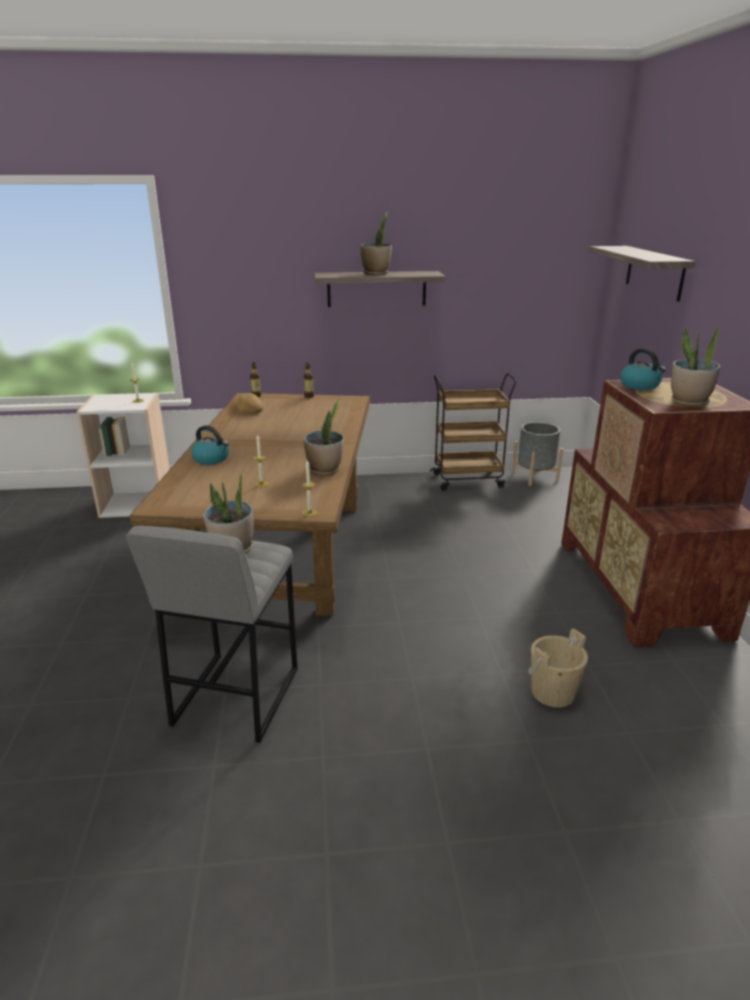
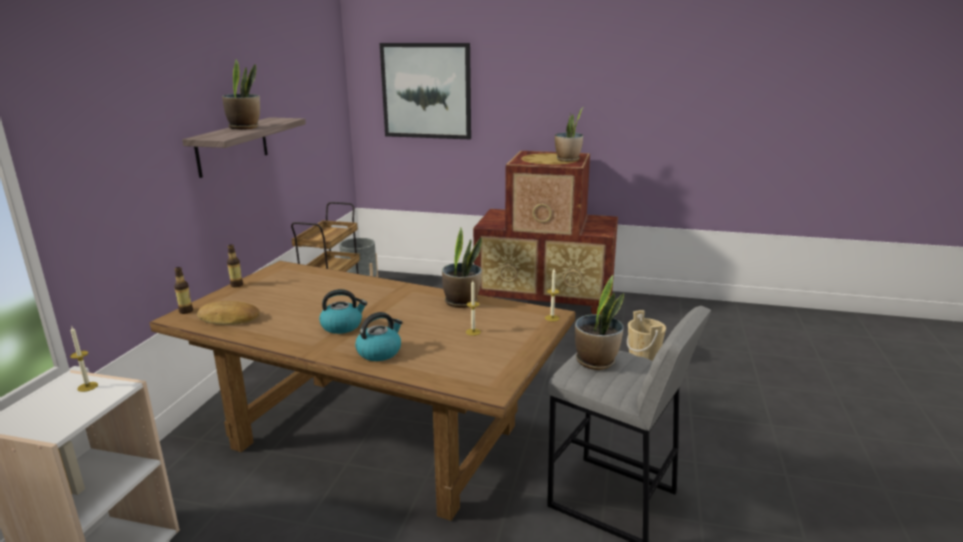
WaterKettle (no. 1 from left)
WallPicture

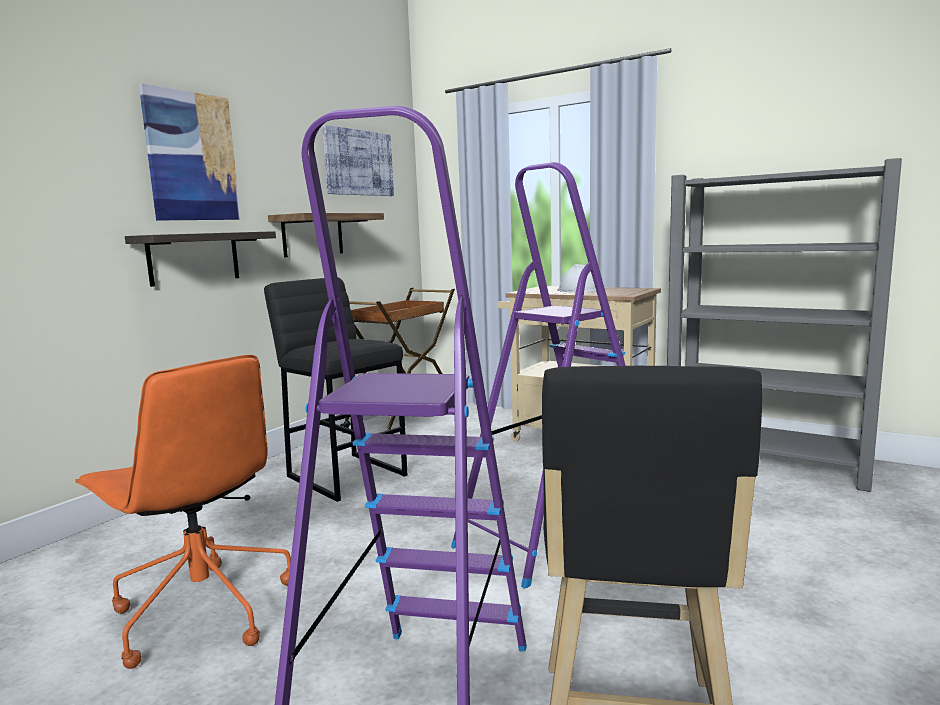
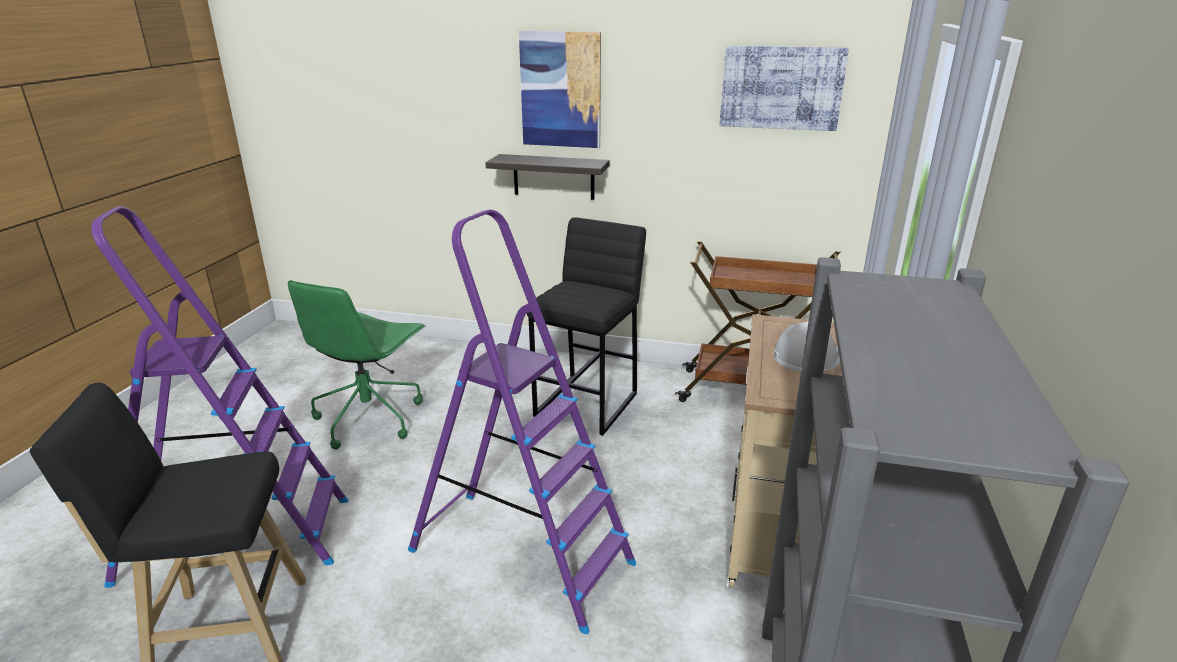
GreenComputerChair
Shelf (no. 2 from left in the first image)

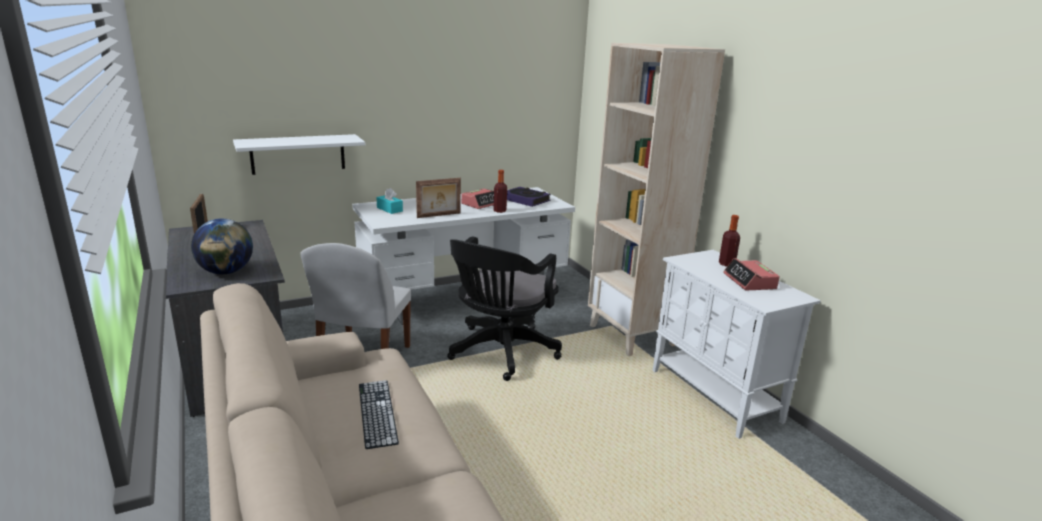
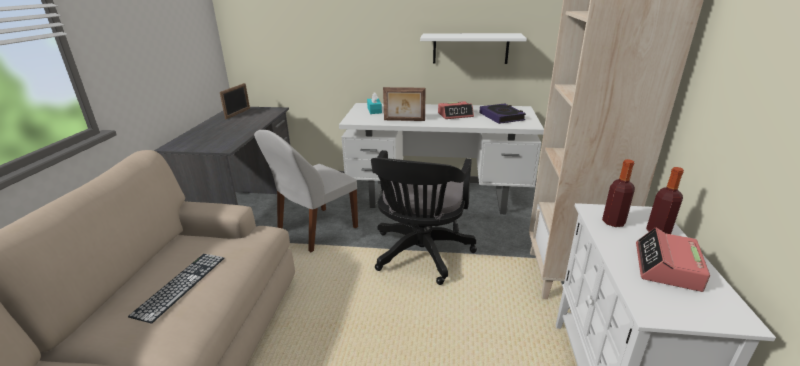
BlackColouredComputerChair
WhiteShelf
Bottle (no. 1 from left)
Globe

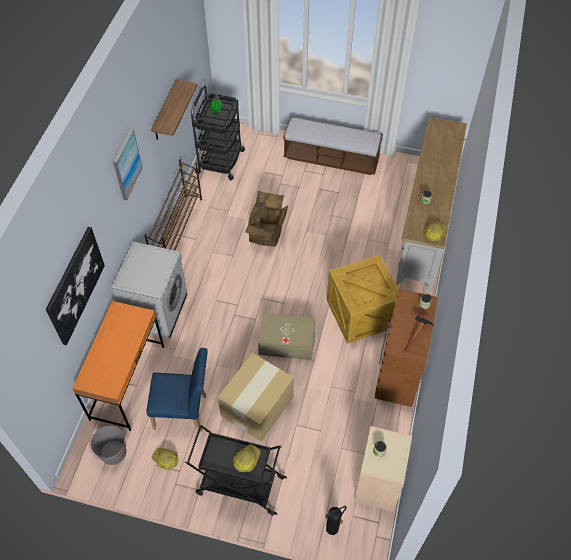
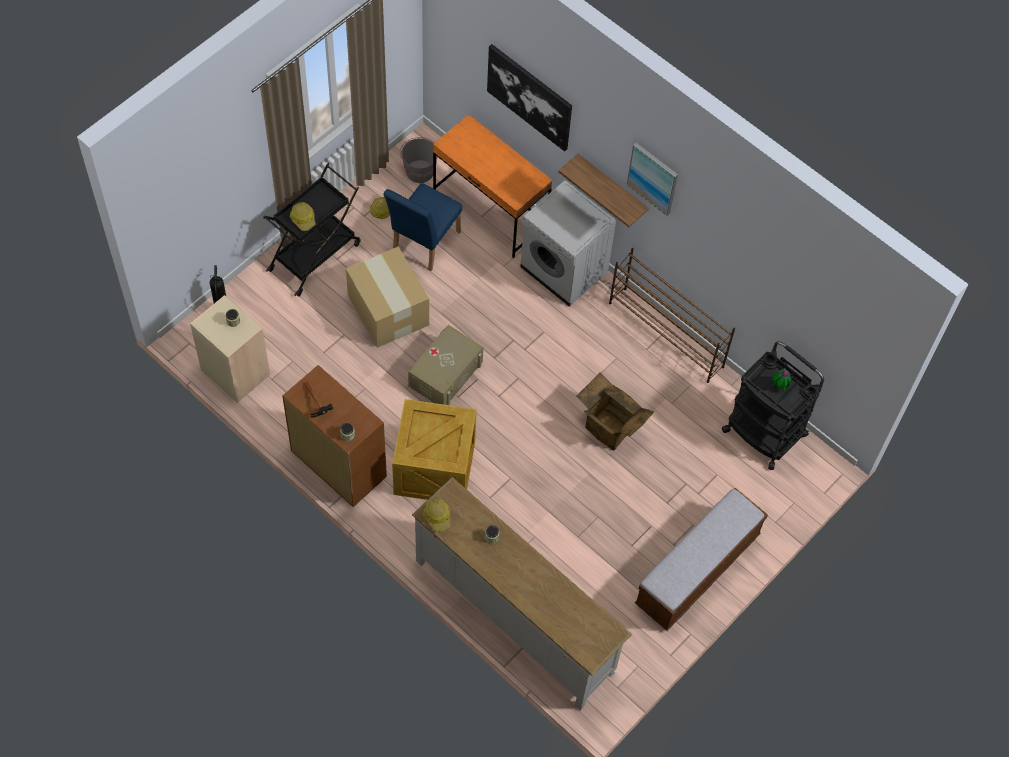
Shelf

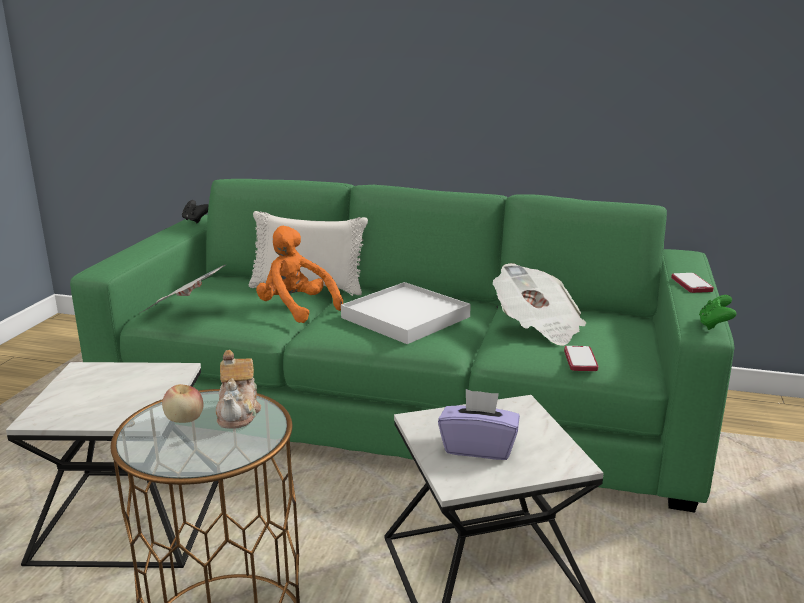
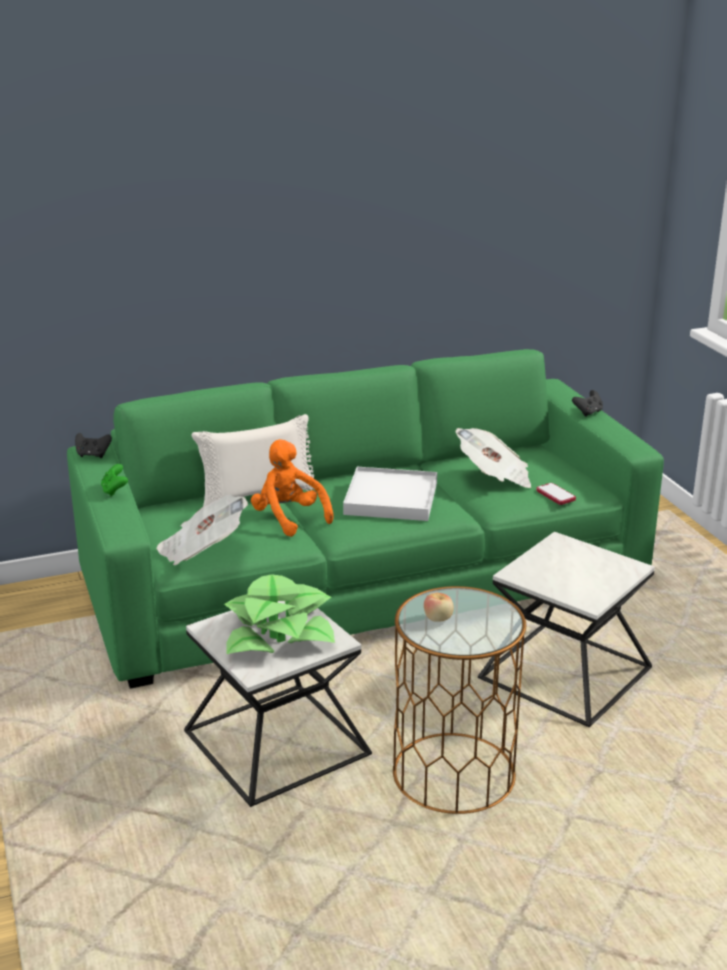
GreenJoypad
PlantInAPot
OrangeyPlushToy
BlackColouredJoypad (no. 2 from left)
TeaPot
PurpleColouredBoxOfTissues

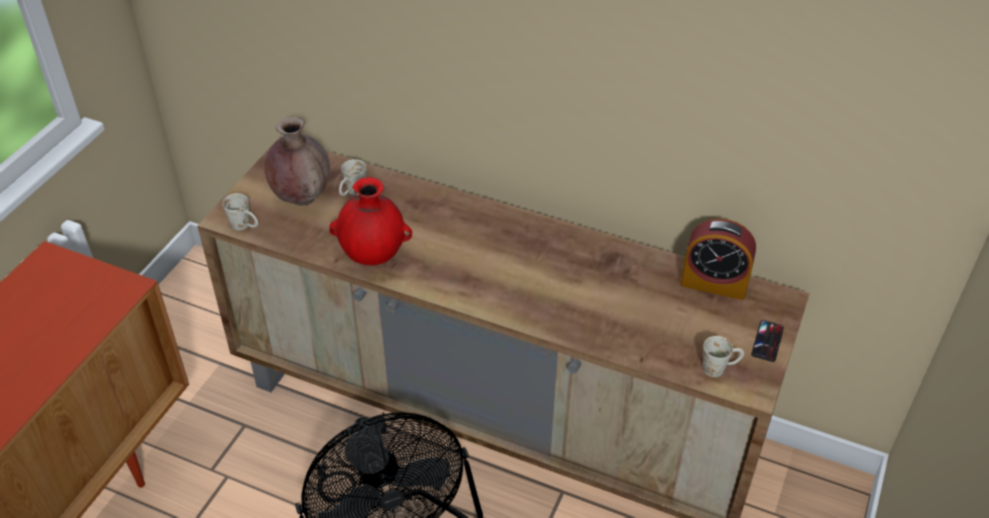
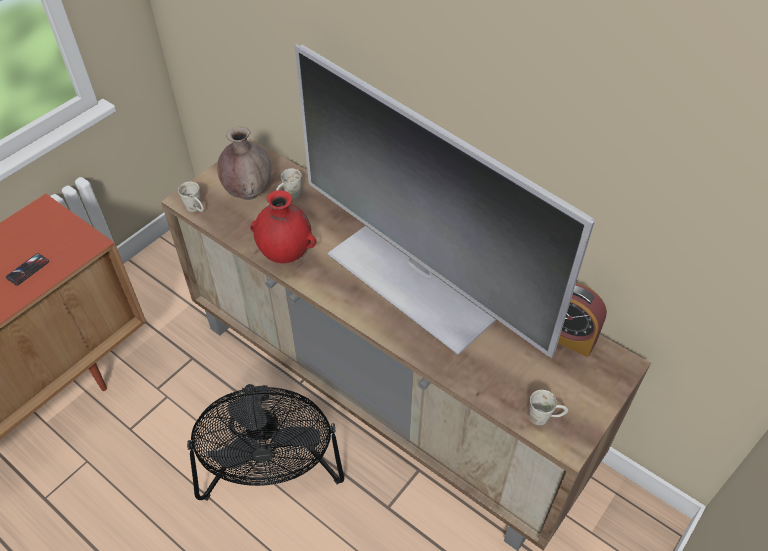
Handset
Television

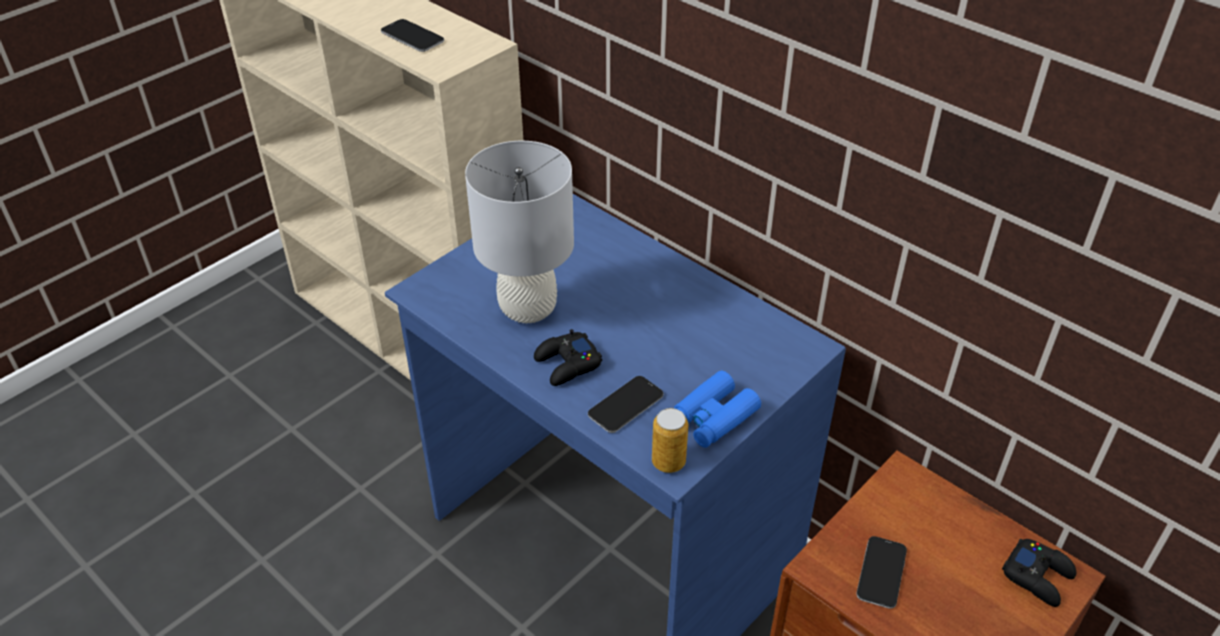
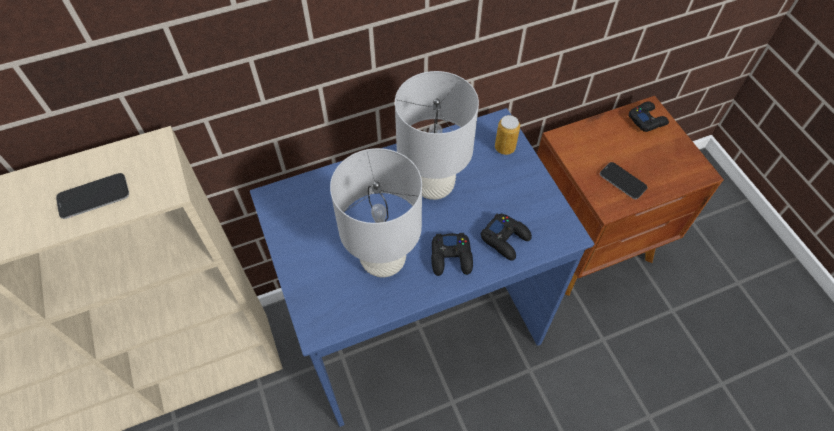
GrayTableLamp (no. 2 from left)
BlackColouredJoypad (no. 2 from left)
Can
BluePairOfBinoculars

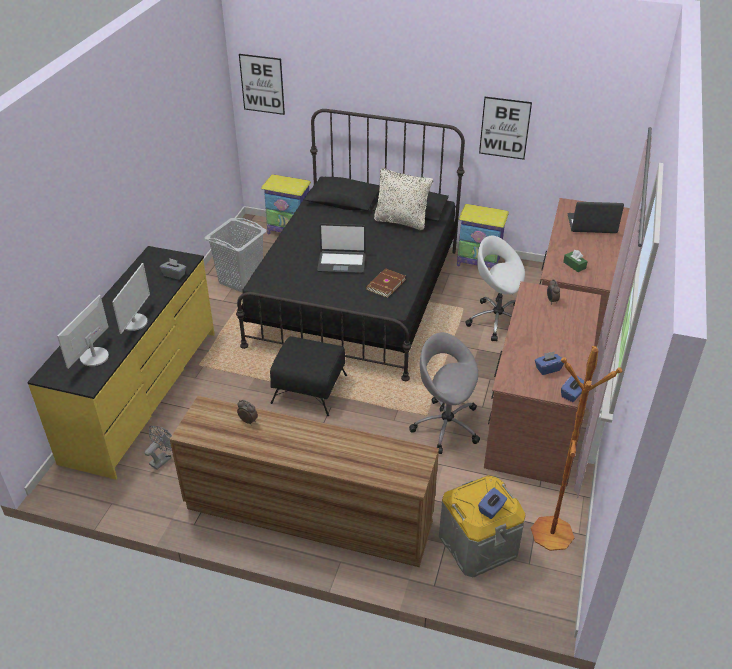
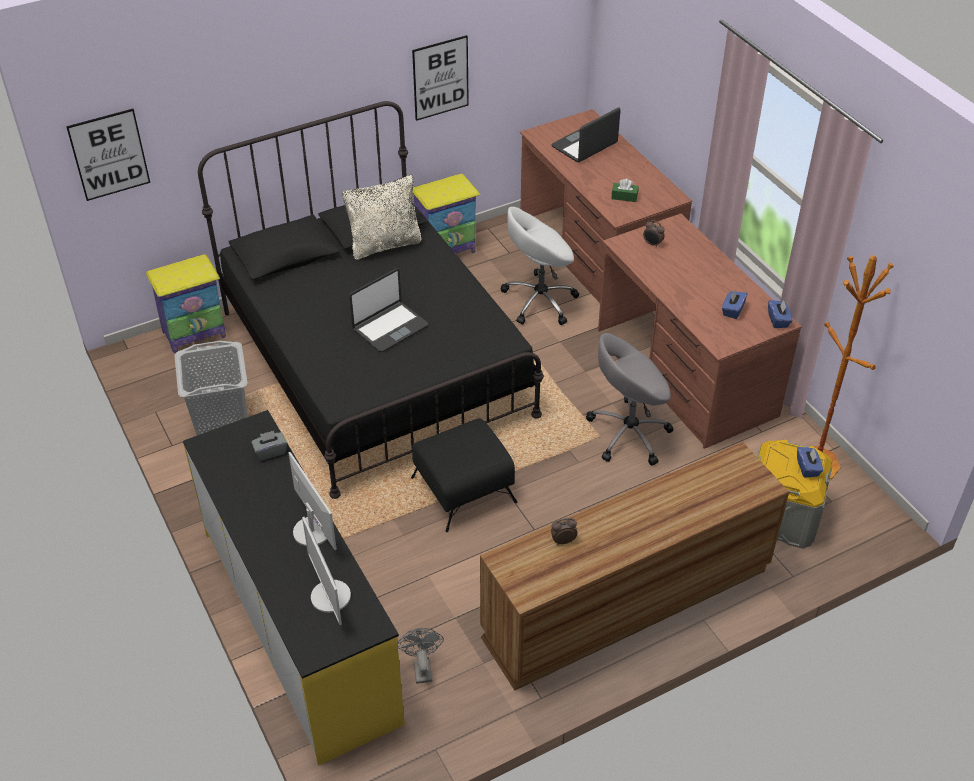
BrownishBook

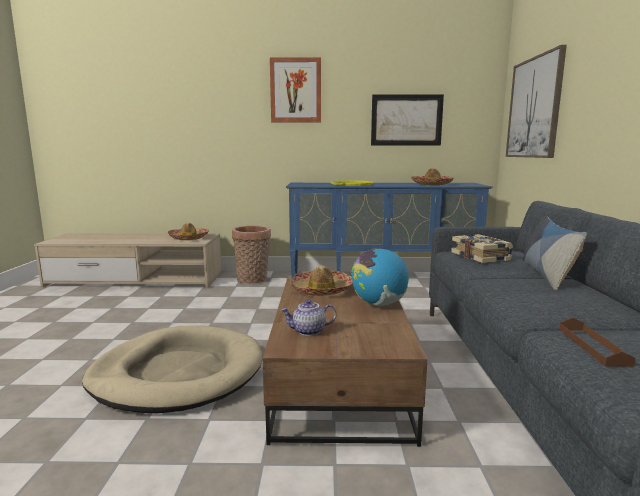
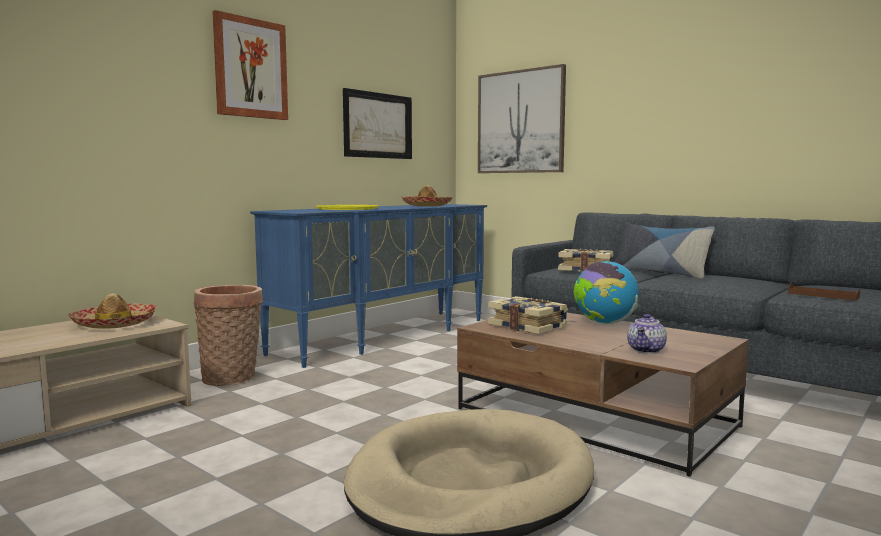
Book (no. 1 from left)

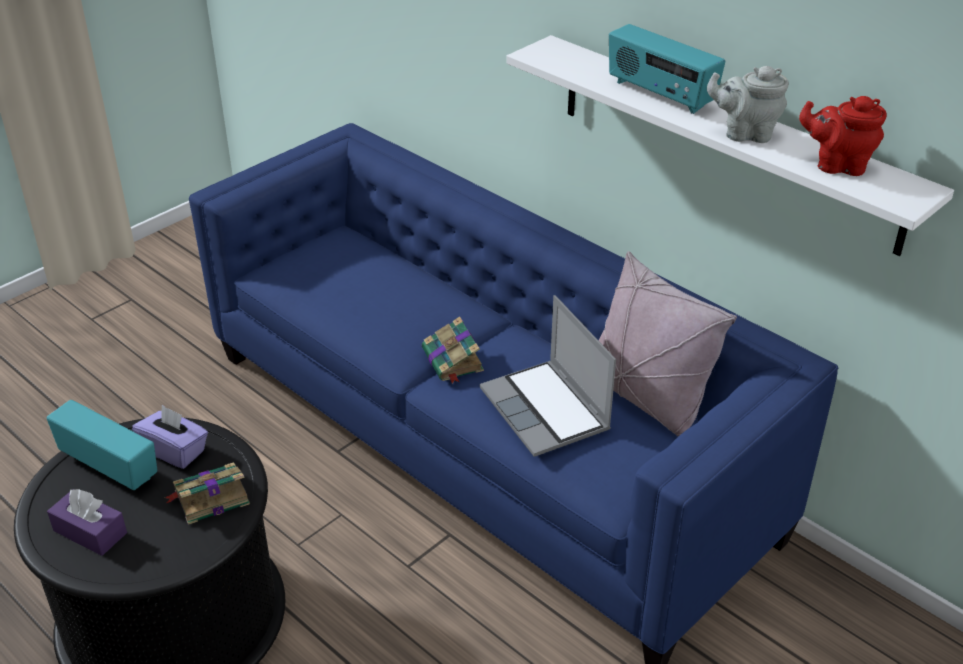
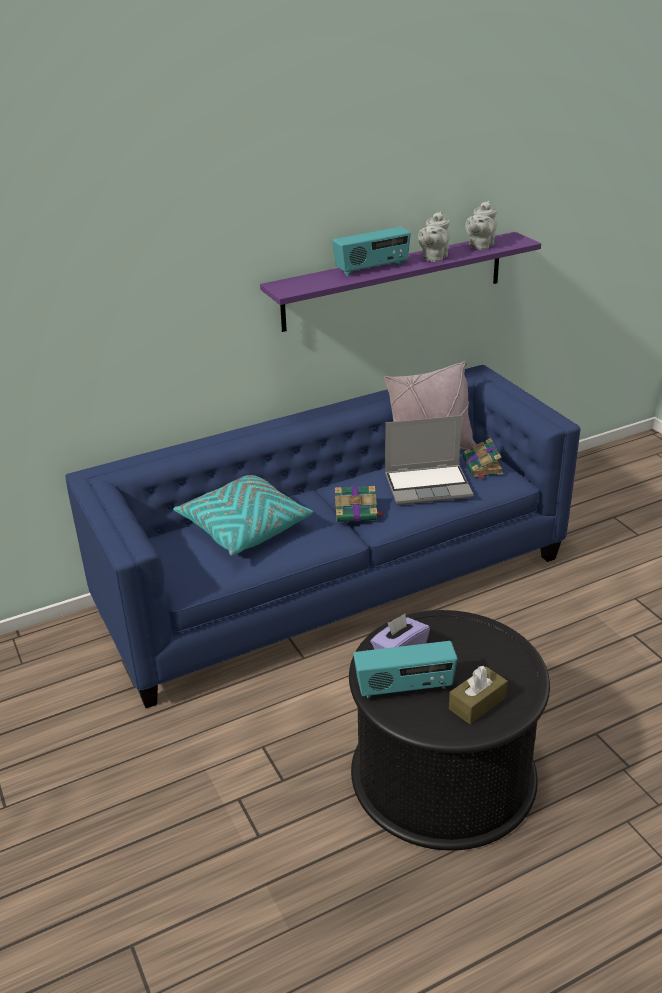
TurquoiseCushion
PurpleColouredShelf
Radio (no. 2 from left)
BrownishBoxOfTissues
Book (no. 2 from left)
GrayTeaPot (no. 2 from left)

